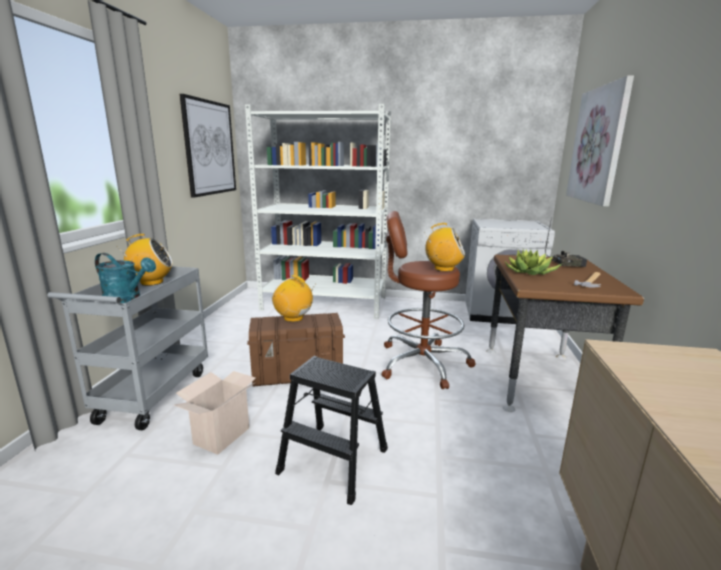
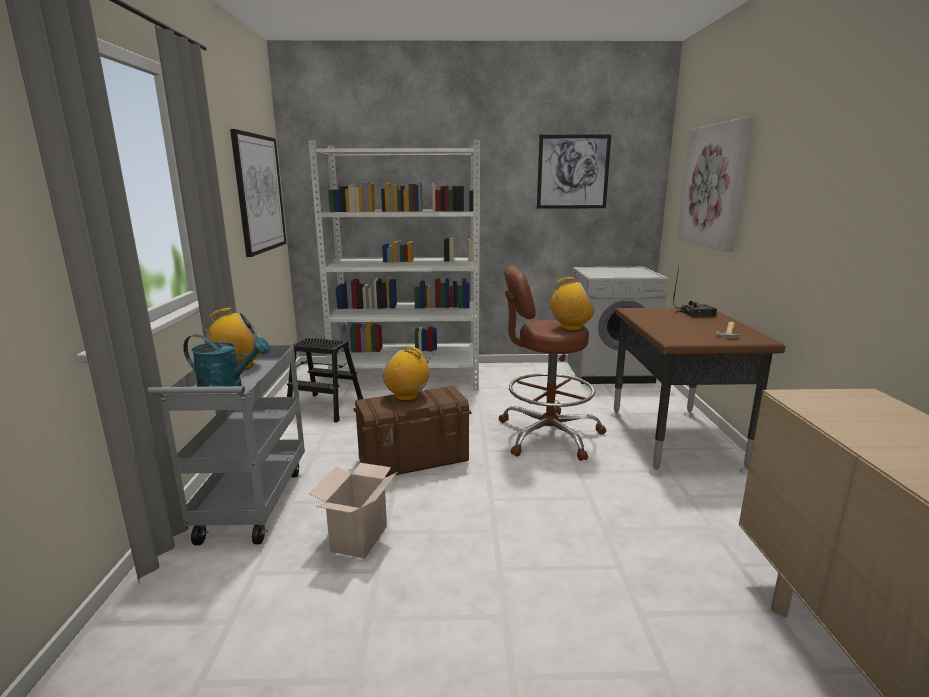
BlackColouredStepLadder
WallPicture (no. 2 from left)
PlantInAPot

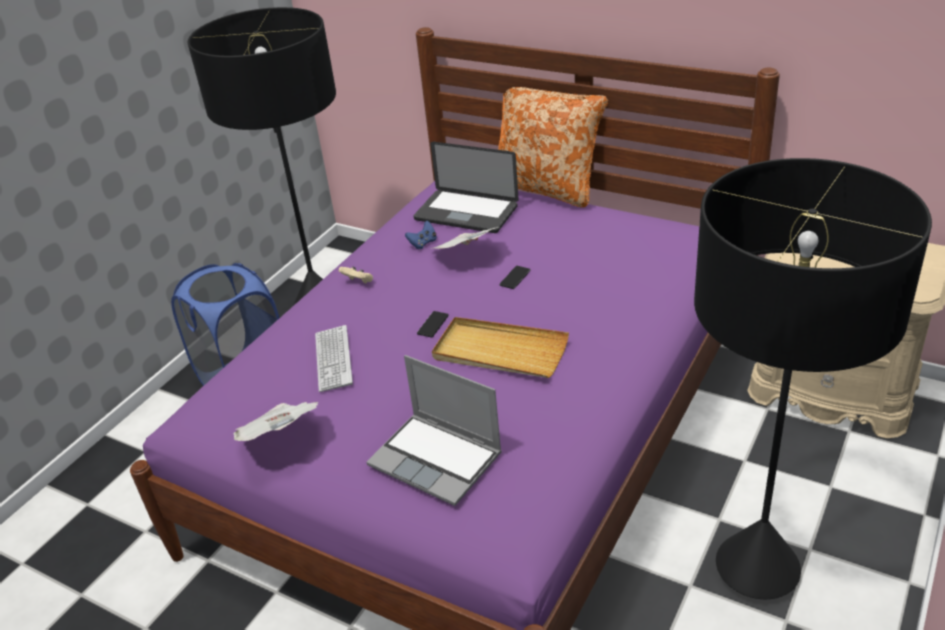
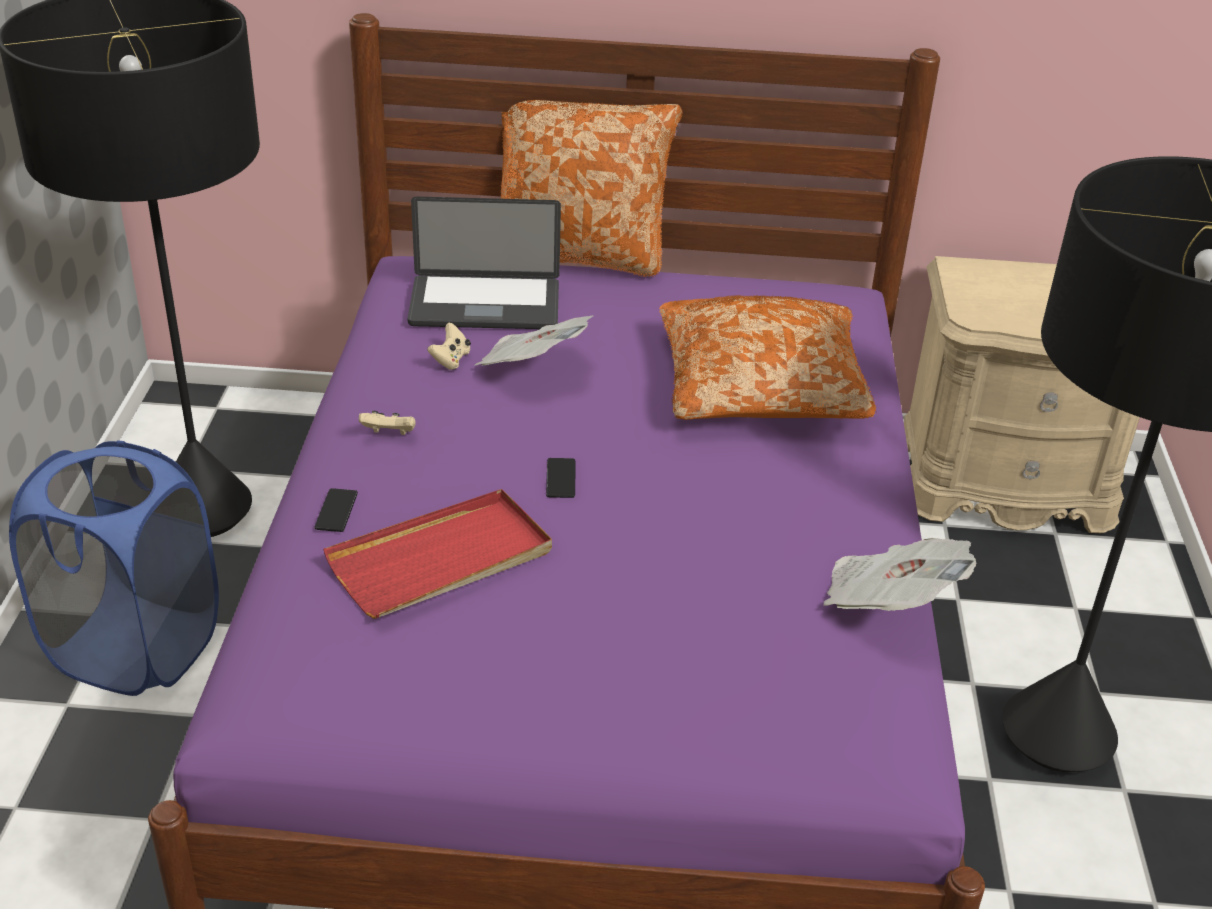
Handset (no. 1 from left)
RedColouredTray
BeigeColouredJoypad (no. 2 from left)
OrangeyCushion (no. 2 from left)
DailyPaper (no. 2 from left)
Laptop (no. 1 from left in the first image)
BeigeColouredTray

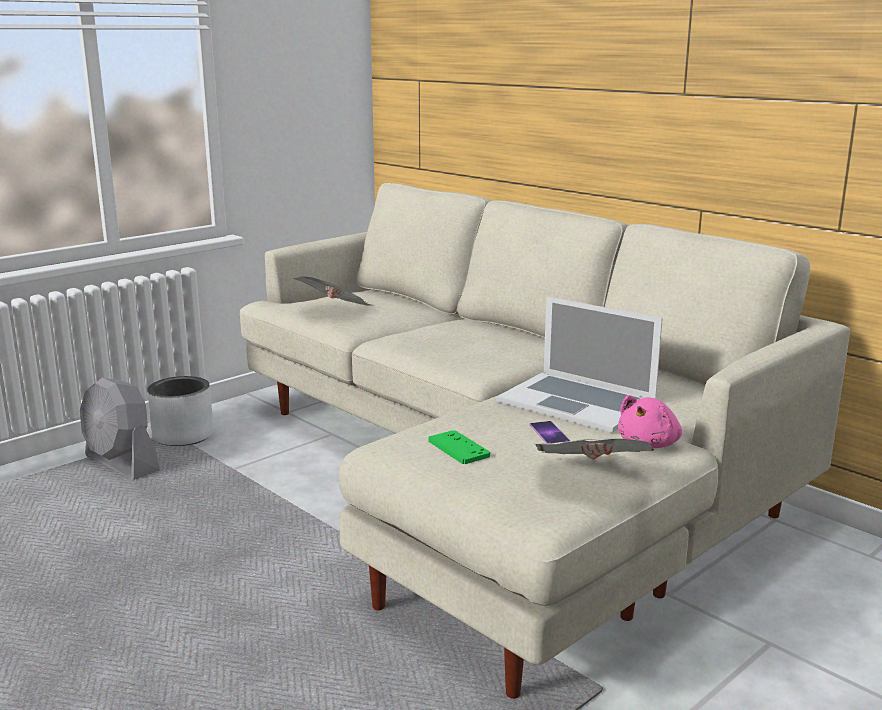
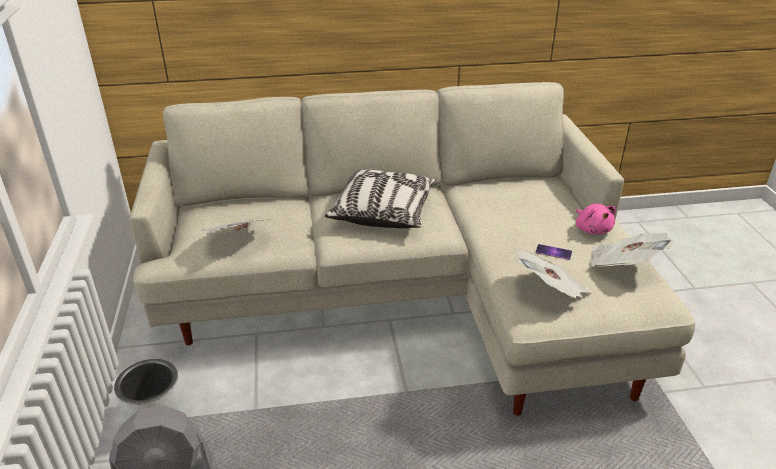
Cushion
DailyPaper (no. 2 from left)
Laptop

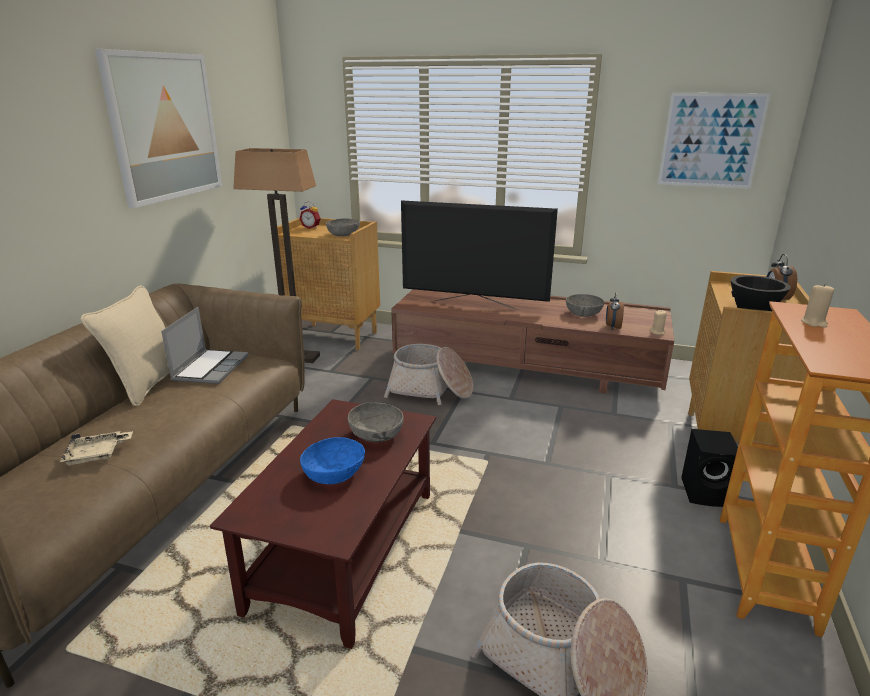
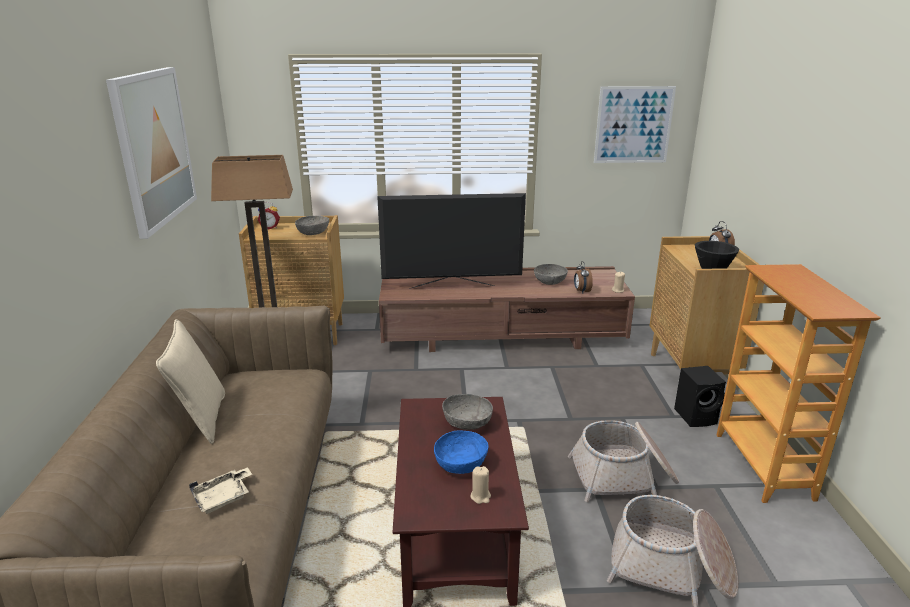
BeigeColouredCandle (no. 1 from left)
HouseholdBasket (no. 1 from left)
Laptop

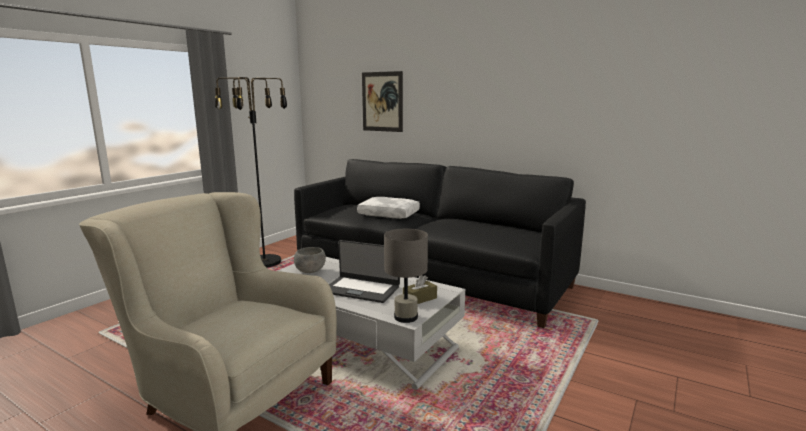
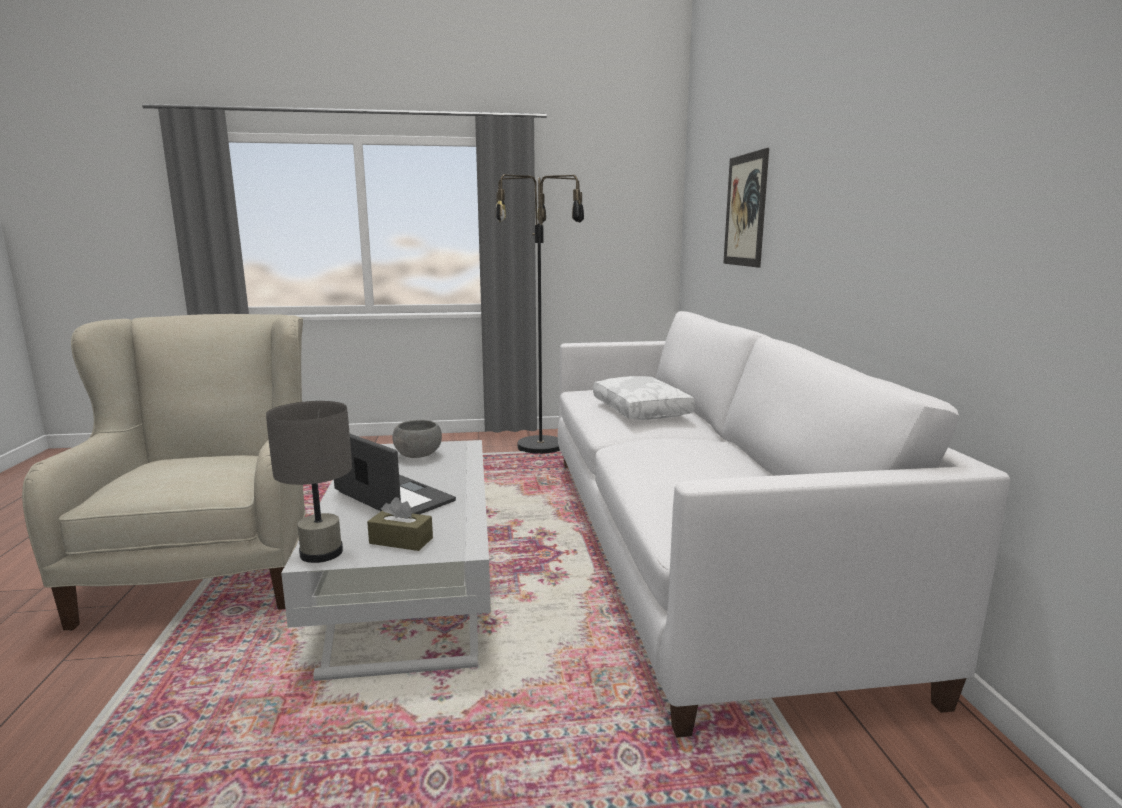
Laptop
WhiteSettee

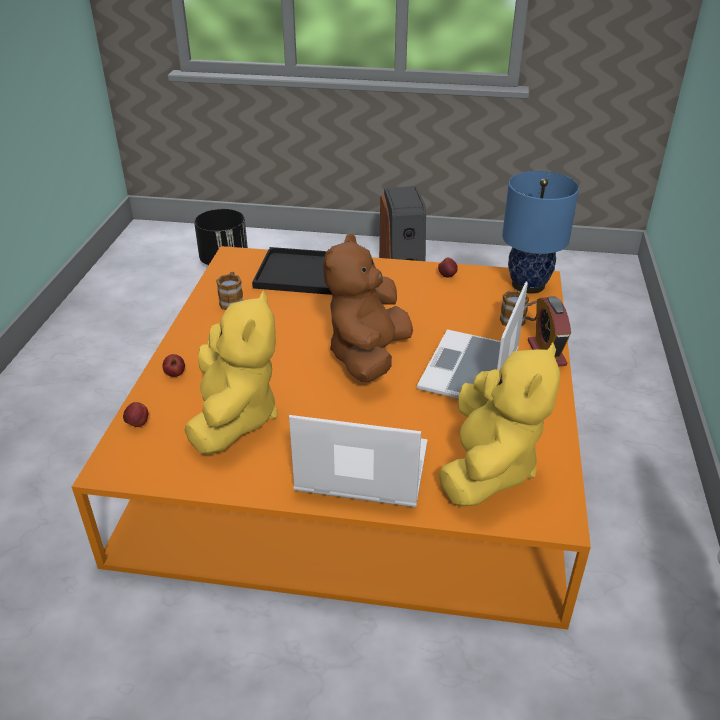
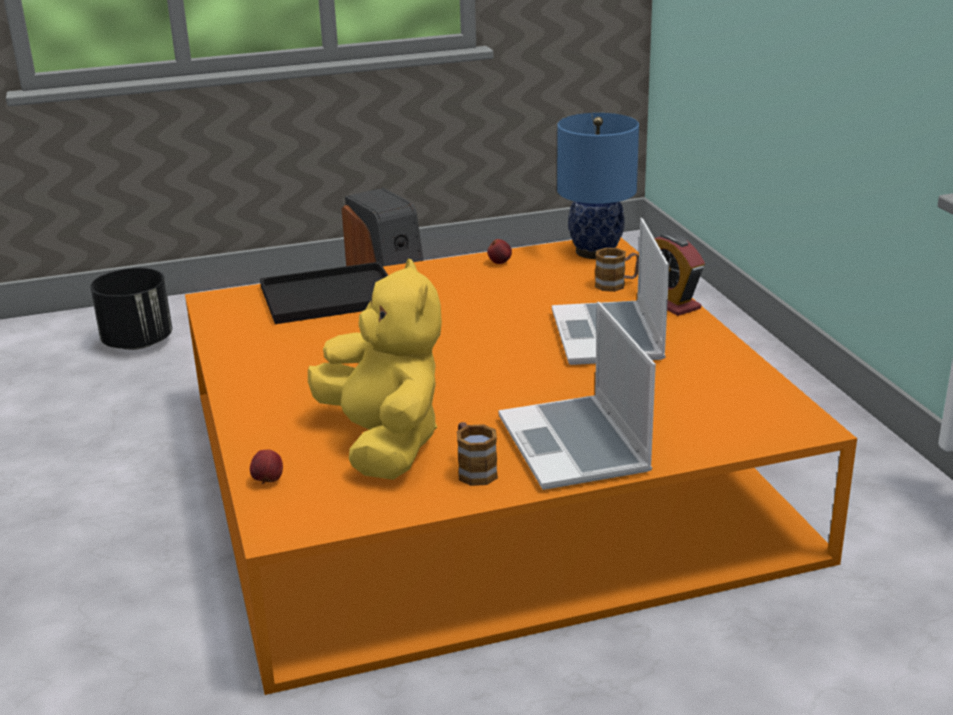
TeaMug (no. 1 from left)
Laptop (no. 1 from left)
AppleFruit (no. 2 from left in the first image)
BrownishPlushToy
YellowishPlushToy (no. 2 from left in the first image)

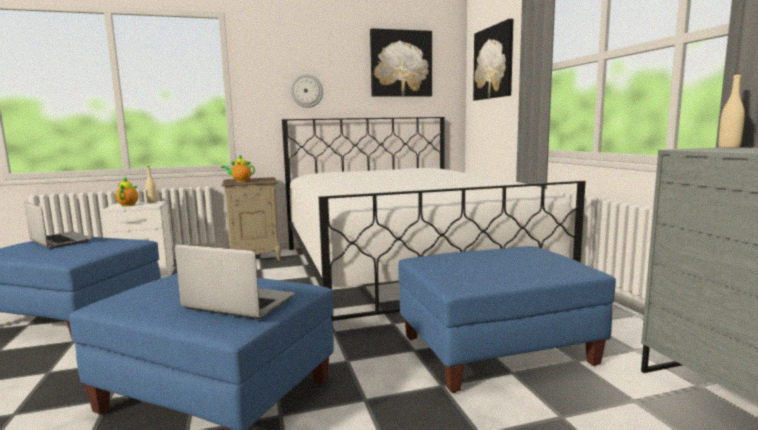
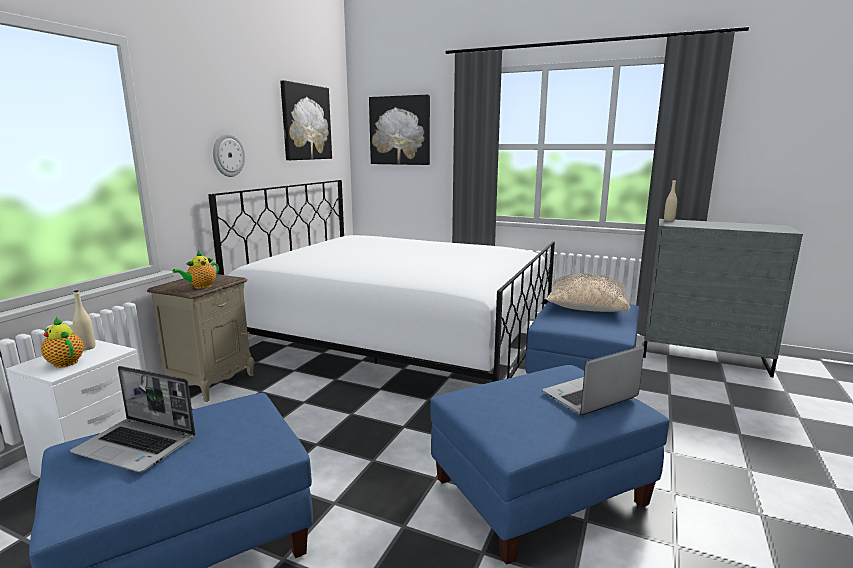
Laptop (no. 1 from left)
BeigeColouredCushion

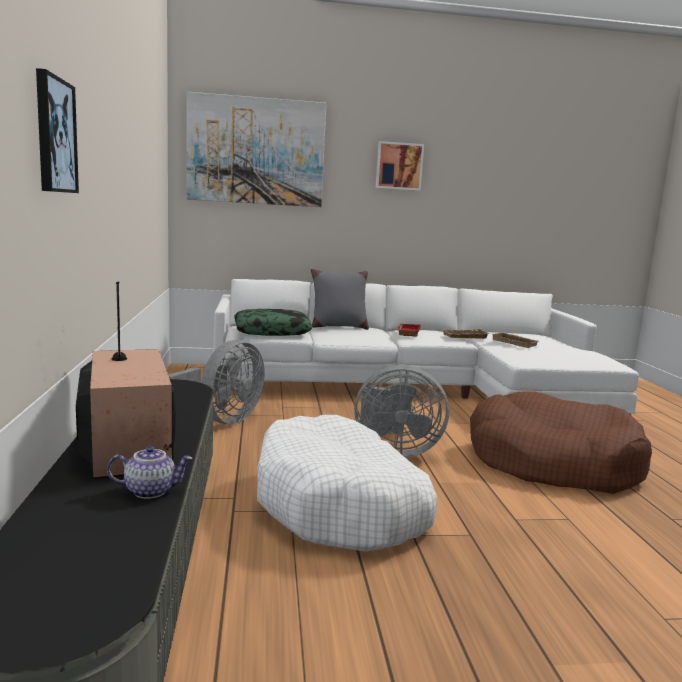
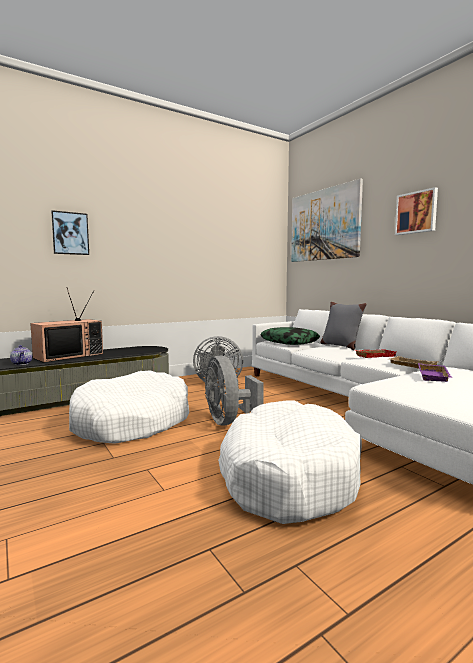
WhiteDogBed (no. 2 from left)
PurpleColouredTray

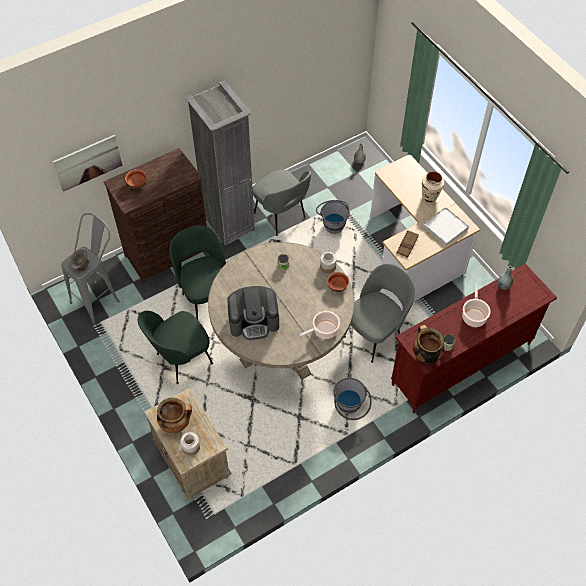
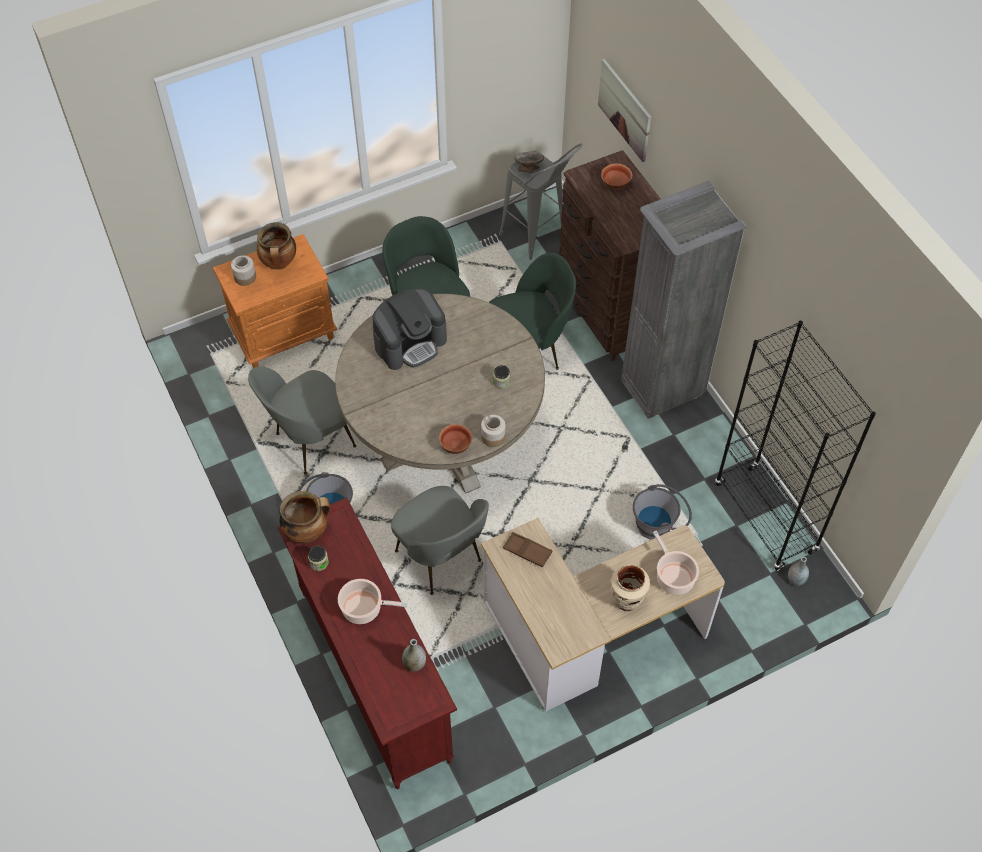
OrangeyBedsideTable
GrayUprightChair (no. 1 from left)
CoffeeMaker
Stockpot (no. 4 from left)
BlackColouredBookcase
WhiteTray

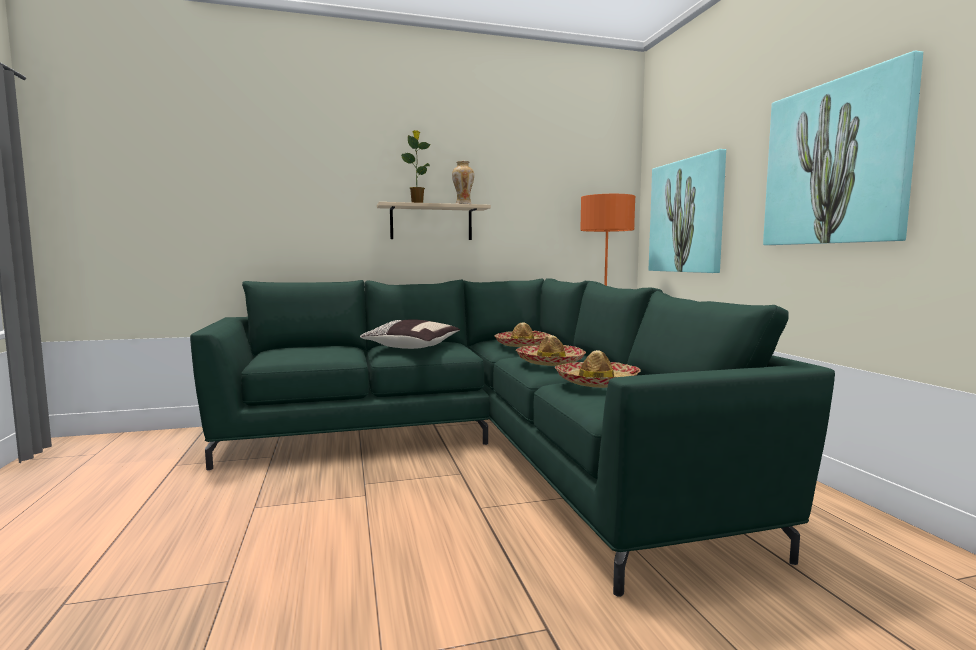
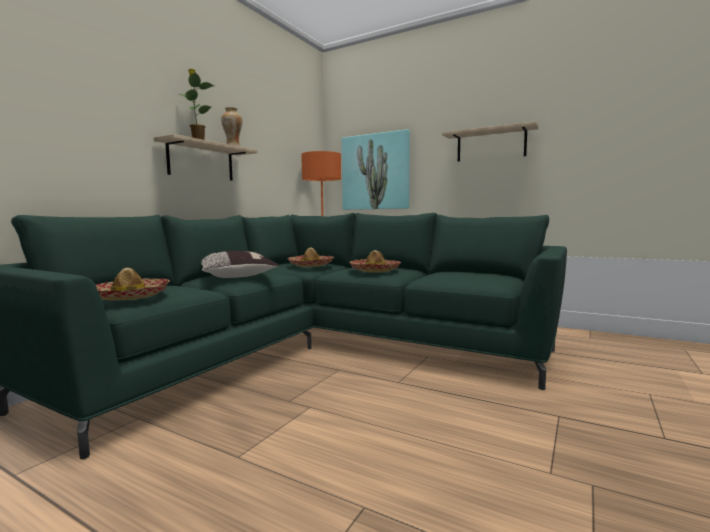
WearableHat (no. 1 from left)
Shelf (no. 2 from left)

